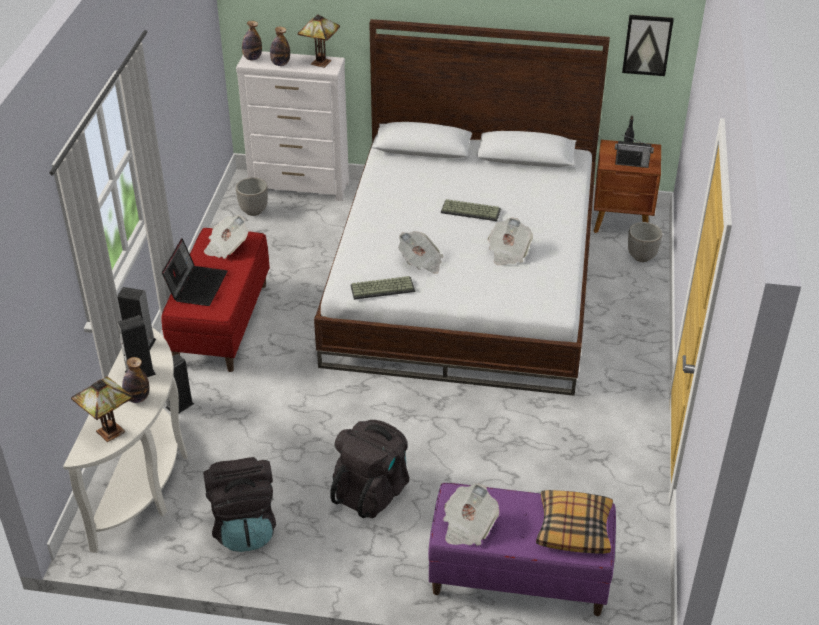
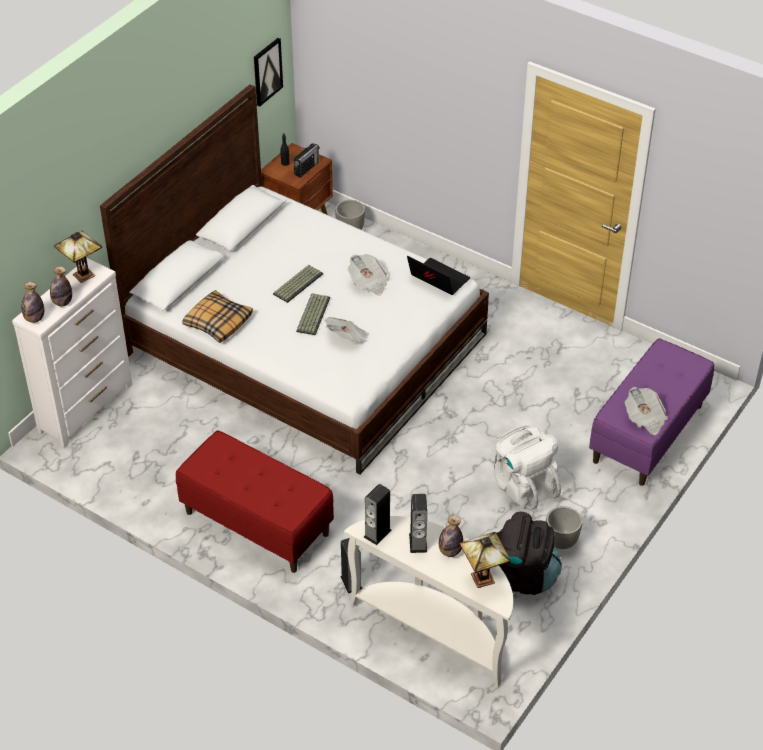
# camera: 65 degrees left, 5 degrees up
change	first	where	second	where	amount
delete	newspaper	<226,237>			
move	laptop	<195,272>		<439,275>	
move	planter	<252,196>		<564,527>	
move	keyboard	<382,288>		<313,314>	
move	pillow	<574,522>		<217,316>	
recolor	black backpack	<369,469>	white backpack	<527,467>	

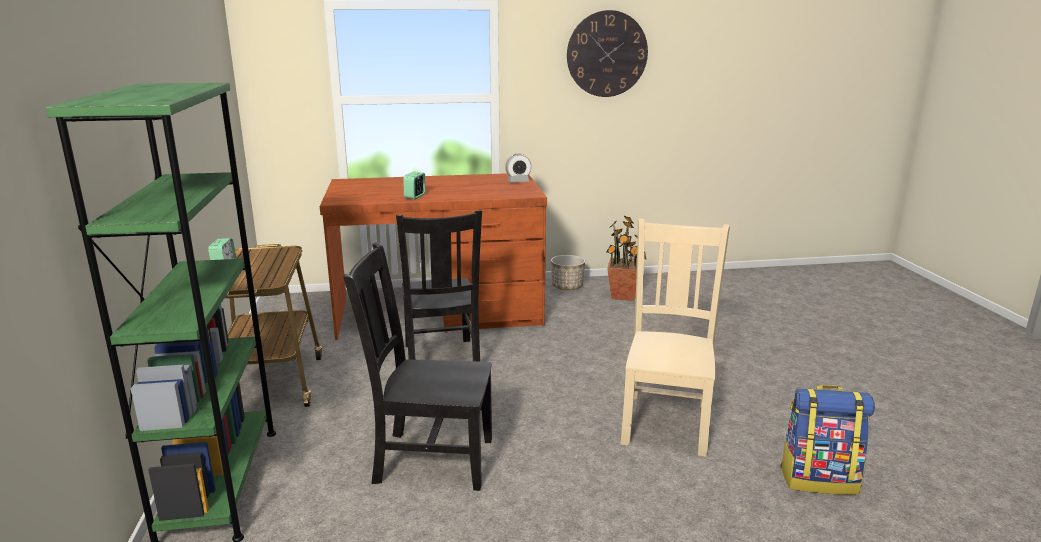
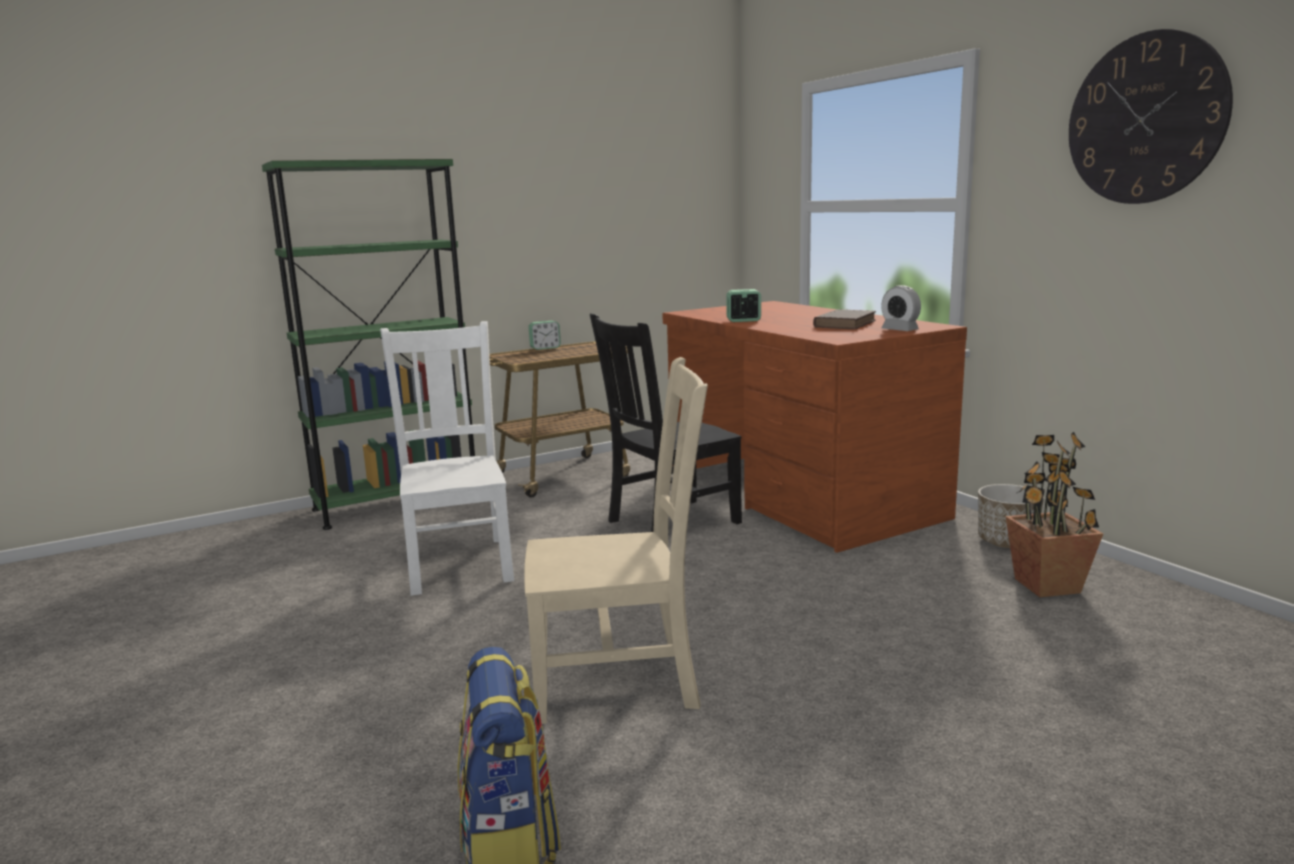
# camera: 70 degrees right, 5 degrees down
change	first	where	second	where	amount
insert			brown book	<844,319>	
recolor	black chair	<417,366>	white chair	<447,458>	

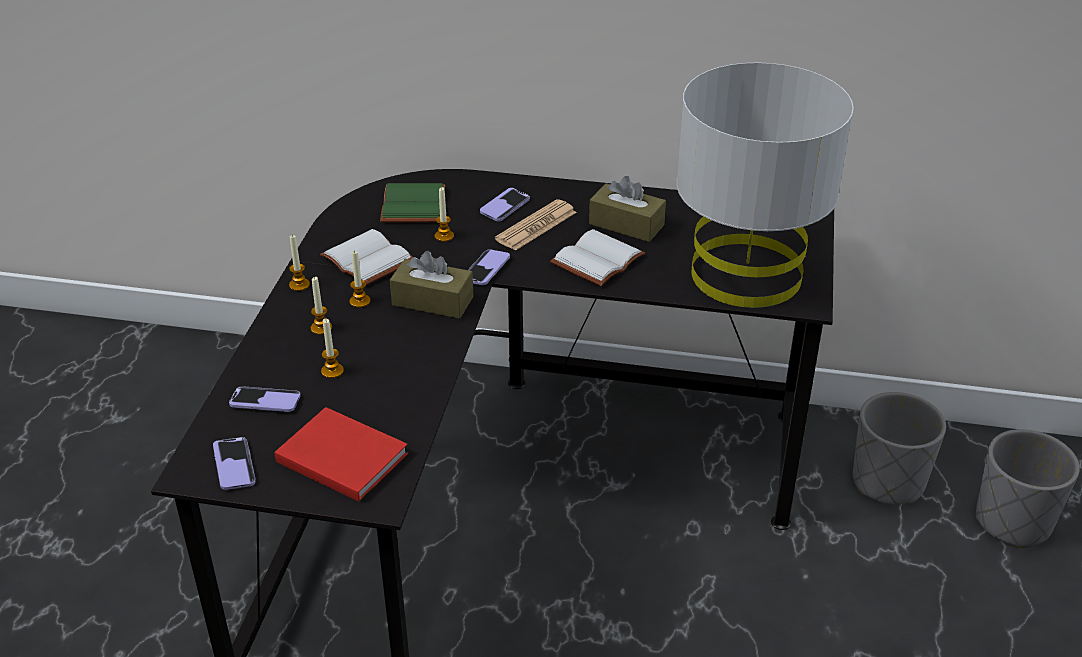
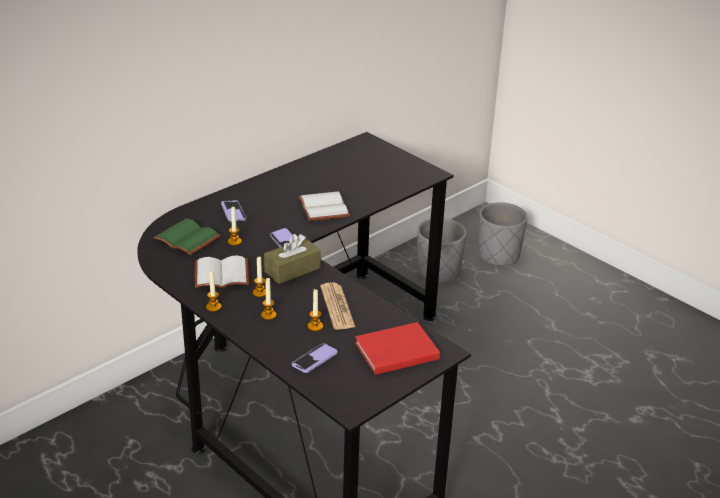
# camera: 55 degrees left, 5 degrees down
change	first	where	second	where	amount
delete	phone	<234,463>			
delete	brown tissue box	<627,209>			
delete	grey table lamp	<765,185>			
move	newspaper	<536,225>		<337,306>	

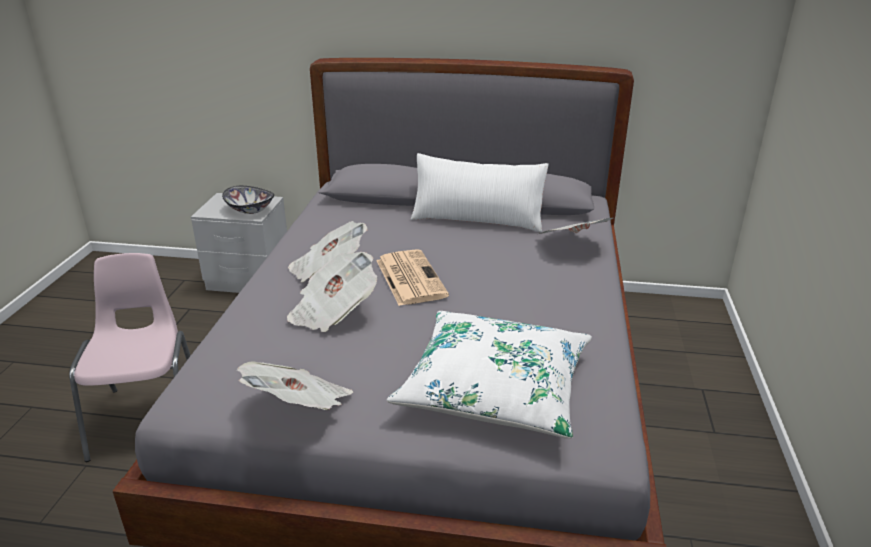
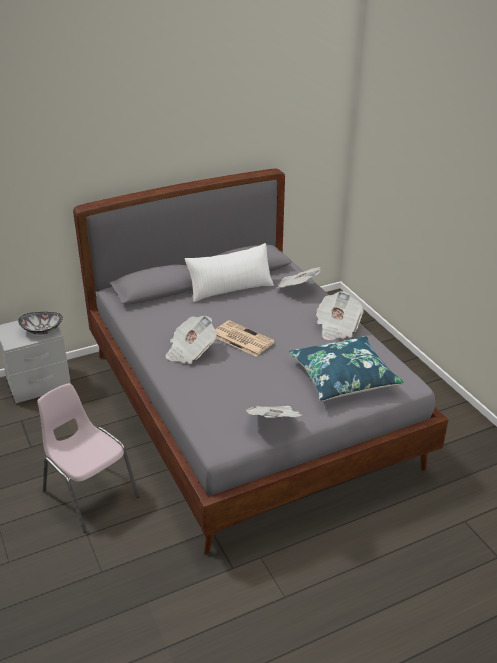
# camera: 35 degrees left, 5 degrees up
change	first	where	second	where	amount
move	newspaper	<332,292>		<340,315>	
recolor	white pillow	<489,375>	blue pillow	<346,368>	

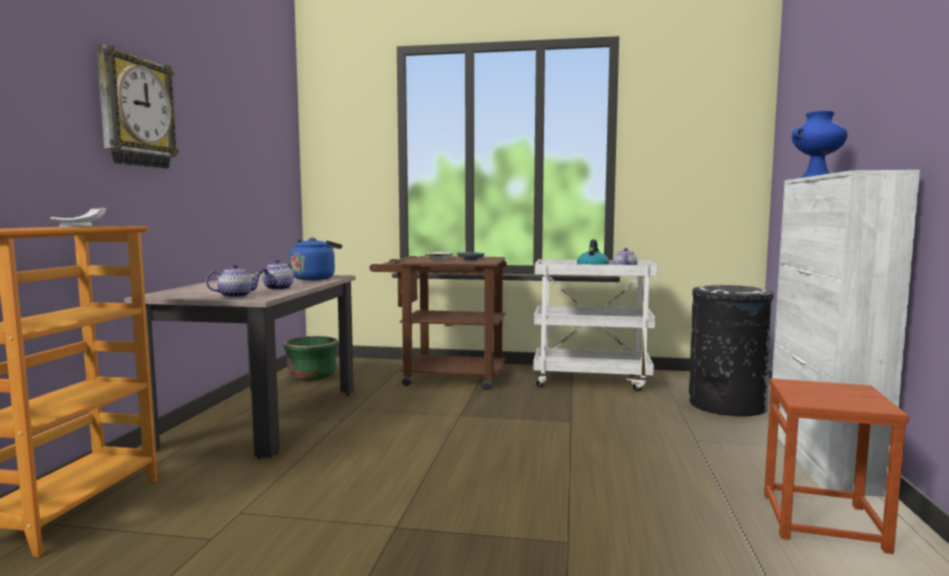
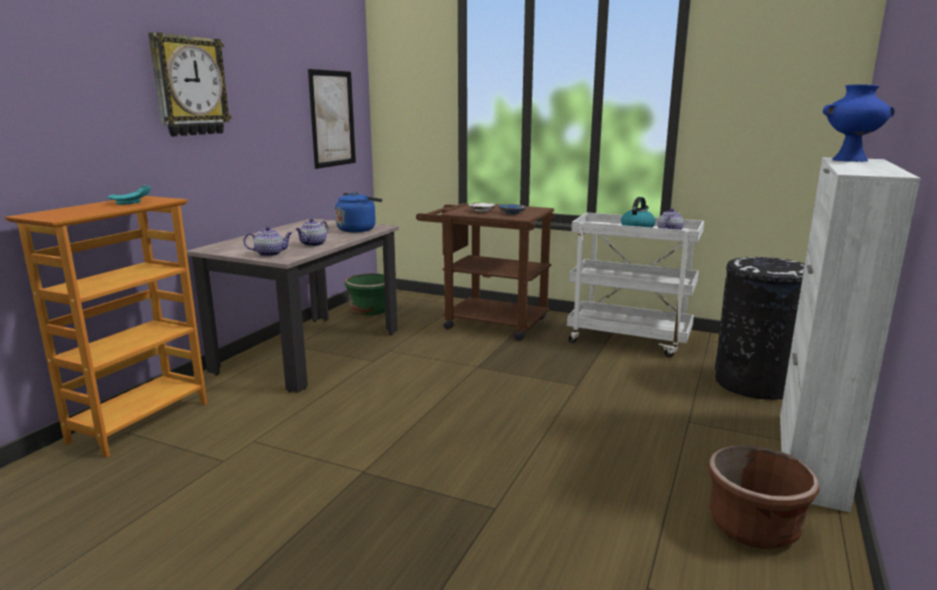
# camera: 15 degrees right, 10 degrees up
change	first	where	second	where	amount
insert			picture	<332,119>	
replace	brown stool	<836,466>	brown planter	<763,497>	
recolor	white plate	<78,217>	turquoise plate	<129,195>	

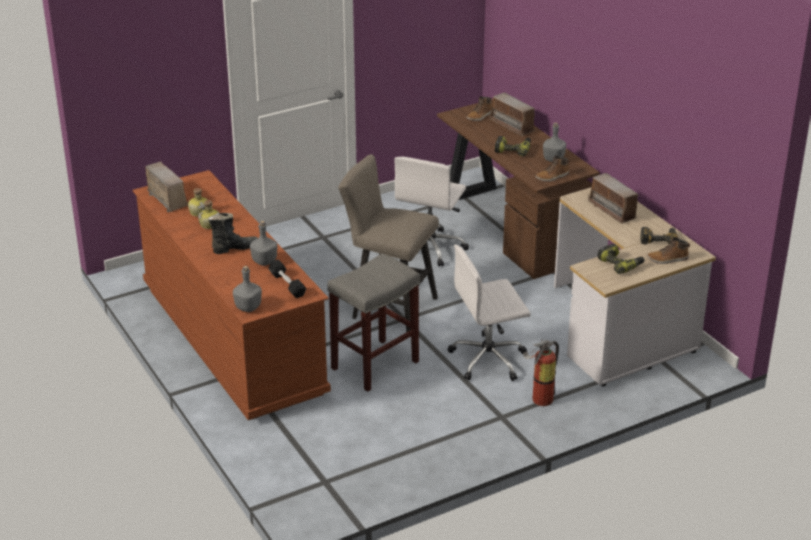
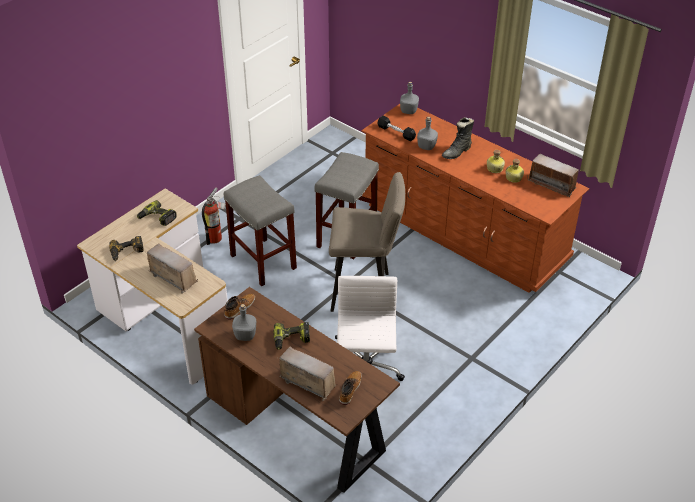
# camera: 160 degrees right, 10 degrees up
change	first	where	second	where	amount
delete	boot	<668,250>			
replace	white office chair	<489,313>	grey stool	<260,230>	

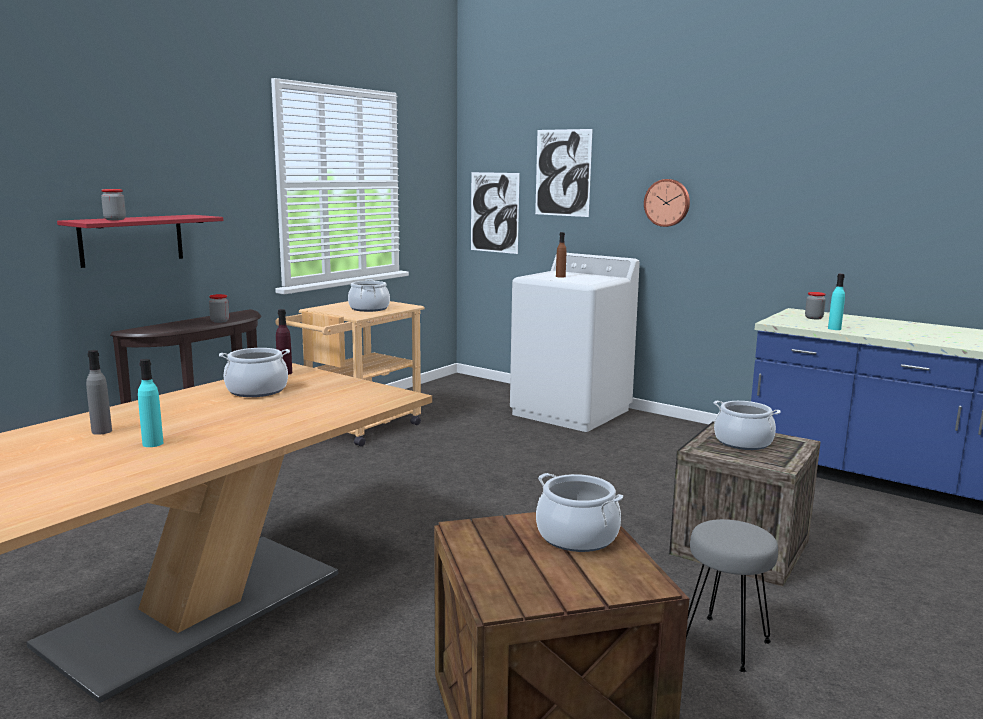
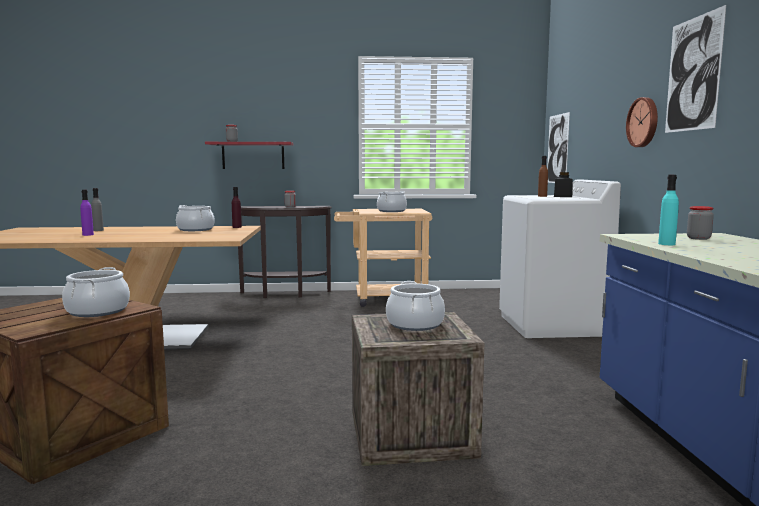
# camera: 50 degrees right, 5 degrees down
change	first	where	second	where	amount
delete	grey stool	<732,595>			
insert			black jar	<563,184>	
move	picture	<564,173>		<695,69>	
recolor	turquoise bottle	<150,403>	purple bottle	<87,213>	

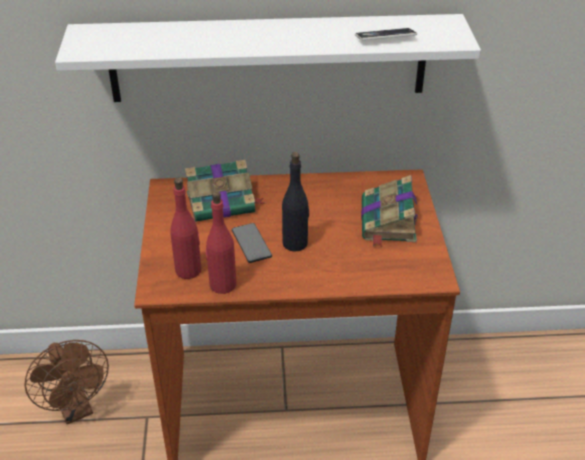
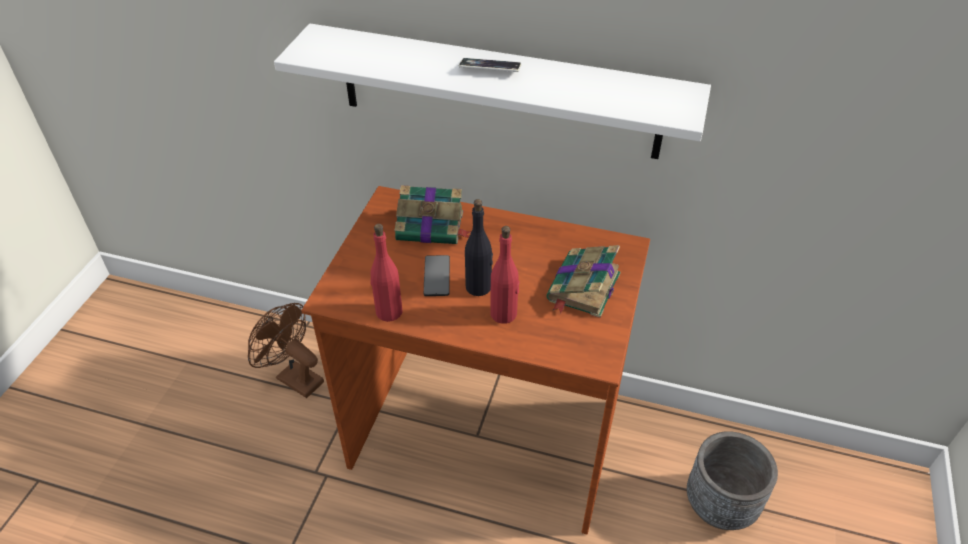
# camera: 20 degrees right, 5 degrees up
change	first	where	second	where	amount
insert			grey planter	<732,480>	
move	red bottle	<185,228>		<505,275>	
move	phone	<386,34>		<490,65>	
rotate	brown fan	<66,382>		<286,350>	135 degrees clockwise

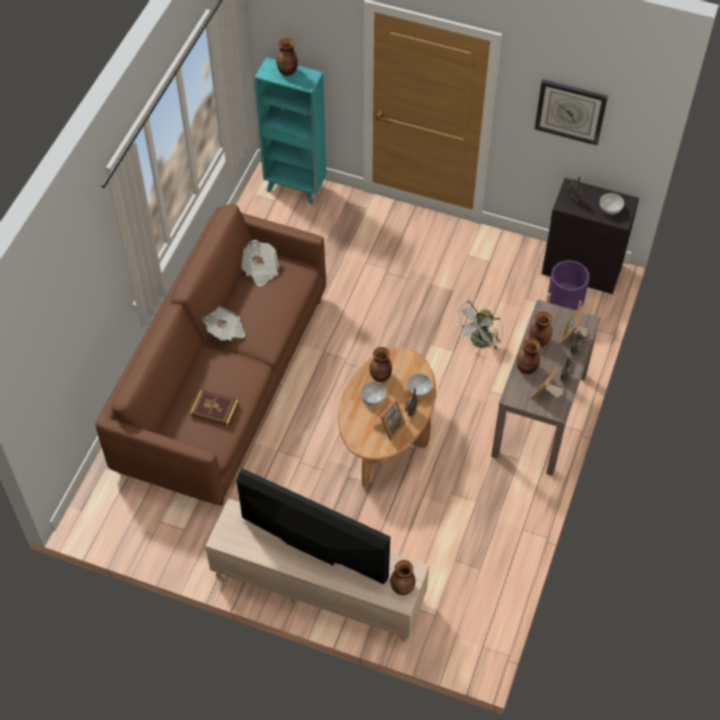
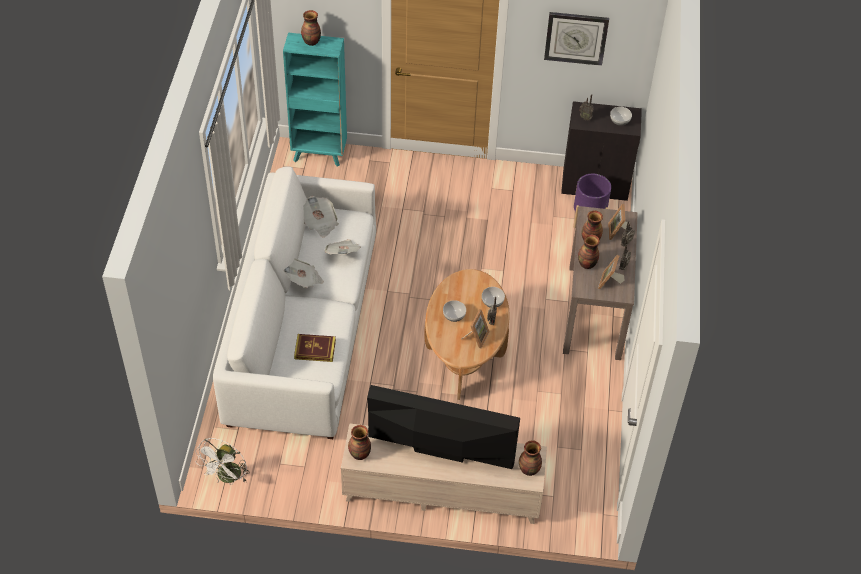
# camera: 15 degrees left, 5 degrees down
change	first	where	second	where	amount
insert			newspaper	<342,247>	
move	vase	<380,364>		<359,442>	
move	white fan	<478,325>		<222,461>	
recolor	brown sofa	<211,355>	white sofa	<294,302>	

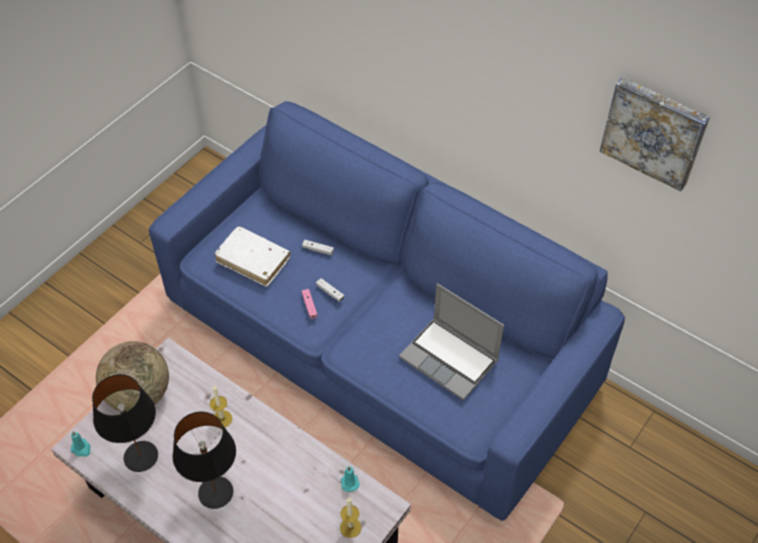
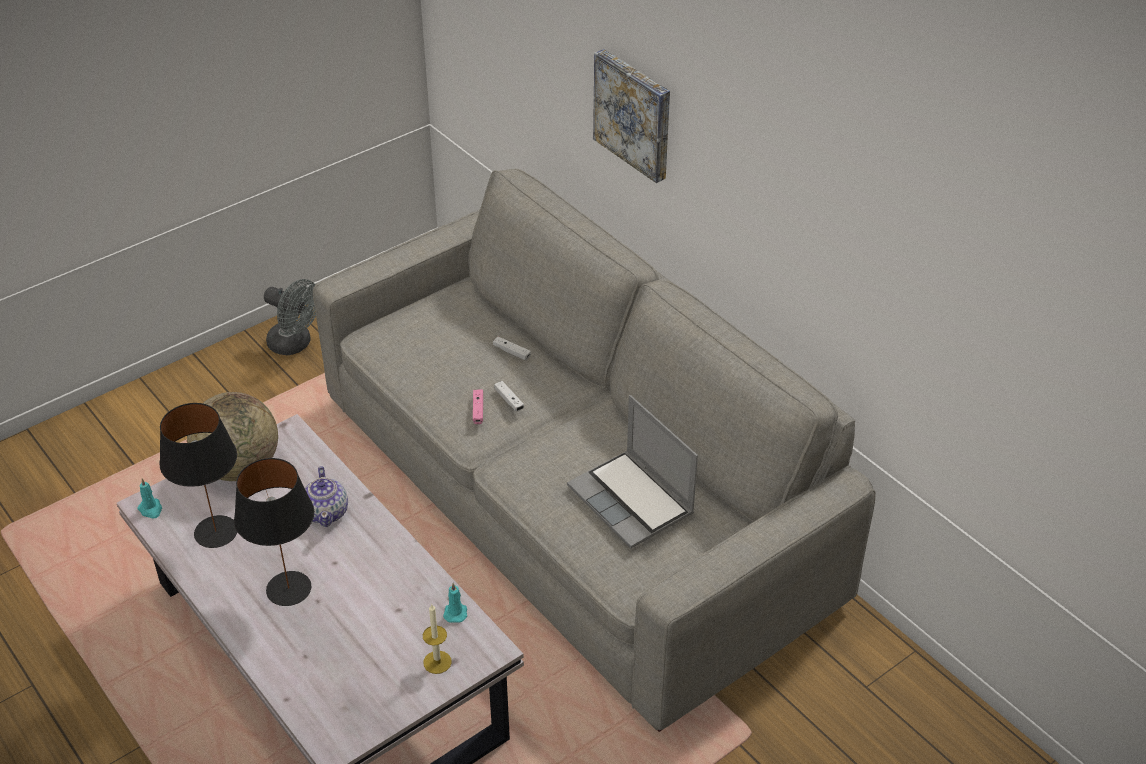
# camera: 15 degrees right, 10 degrees down
change	first	where	second	where	amount
delete	white book	<252,256>			
insert			grey fan	<290,317>	
move	picture	<655,134>		<631,116>	
replace	candle	<221,406>	teapot	<326,496>	
recolor	blue sofa	<387,311>	grey sofa	<594,450>	

